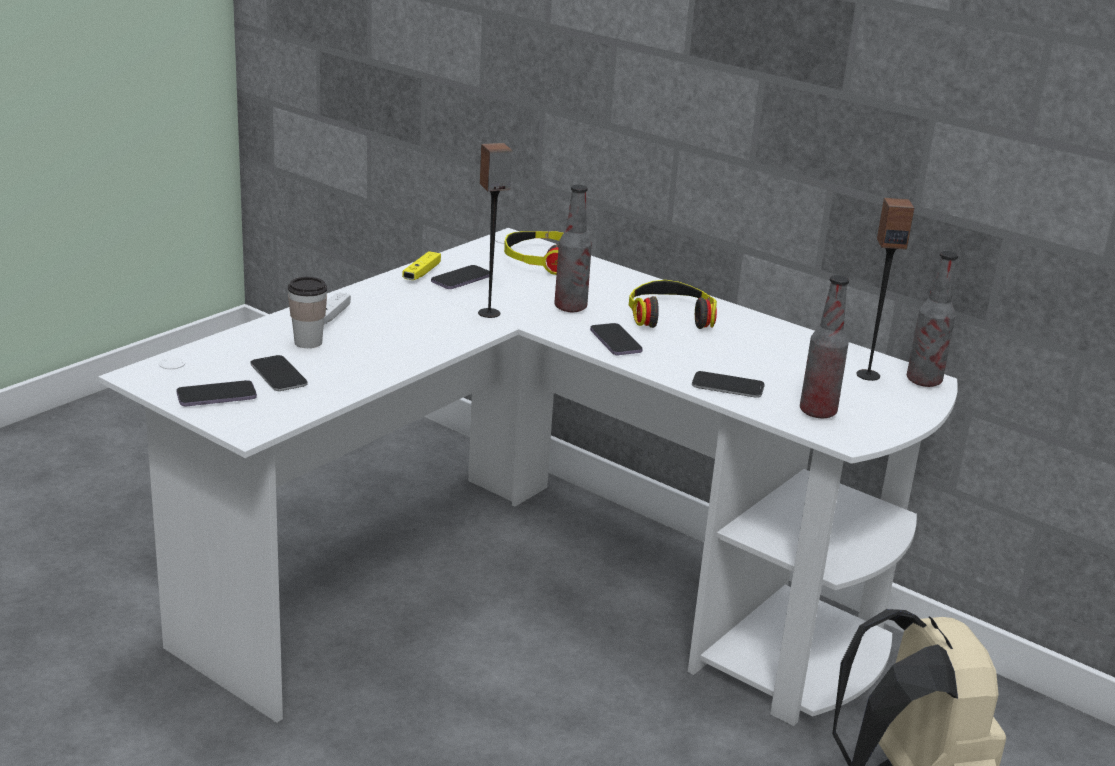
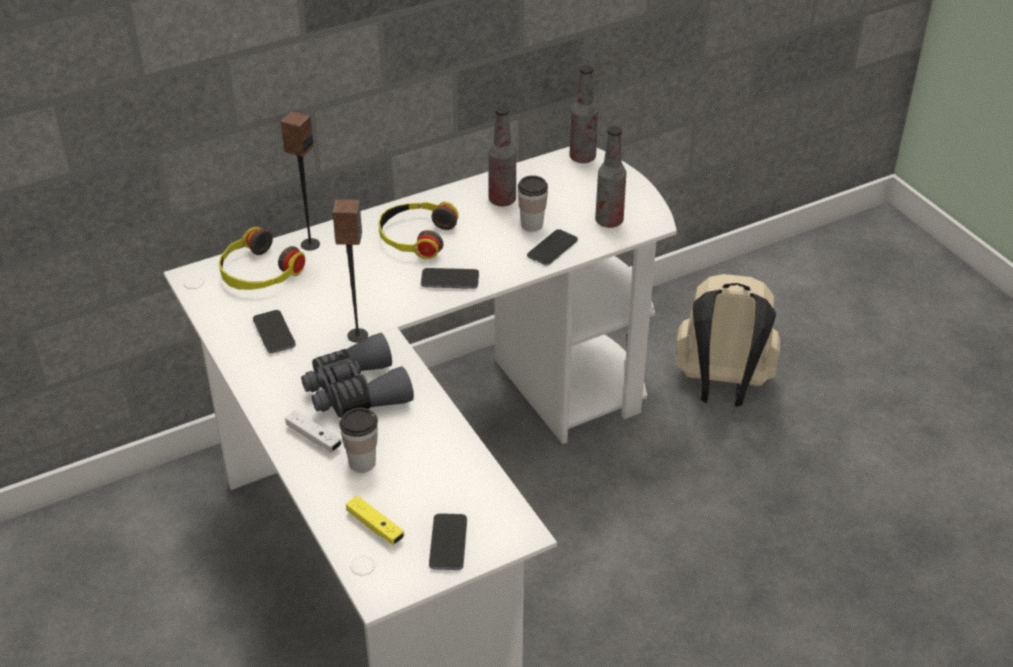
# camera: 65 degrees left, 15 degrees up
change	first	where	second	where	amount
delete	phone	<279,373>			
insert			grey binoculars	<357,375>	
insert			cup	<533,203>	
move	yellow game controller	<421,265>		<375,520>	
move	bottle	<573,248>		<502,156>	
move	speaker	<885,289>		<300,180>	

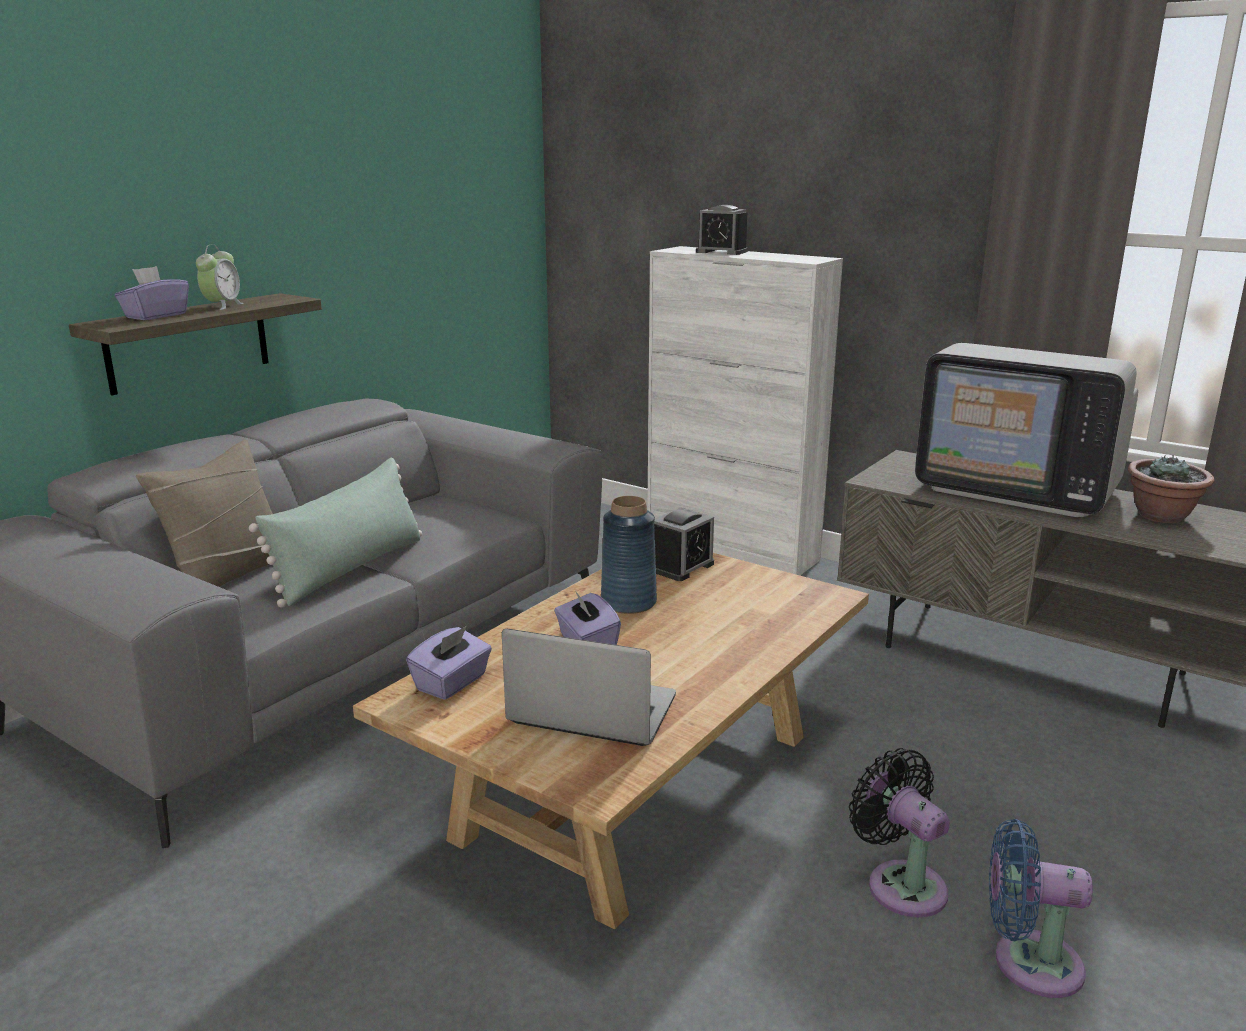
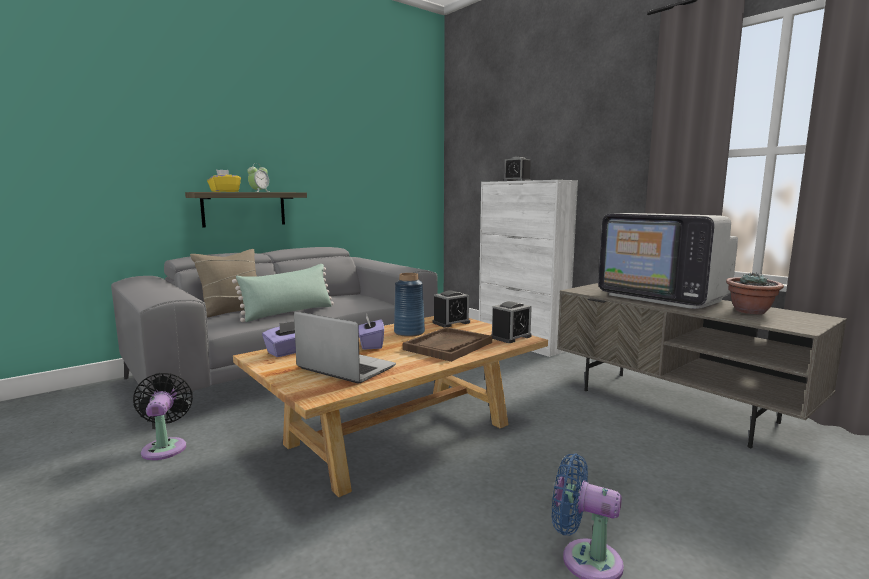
# camera: 15 degrees right, 10 degrees down
change	first	where	second	where	amount
insert			brown tray	<447,344>	
insert			alarm clock	<511,322>	
move	black fan	<899,833>		<163,416>	
recolor	purple tissue box	<152,293>	yellow tissue box	<224,181>	

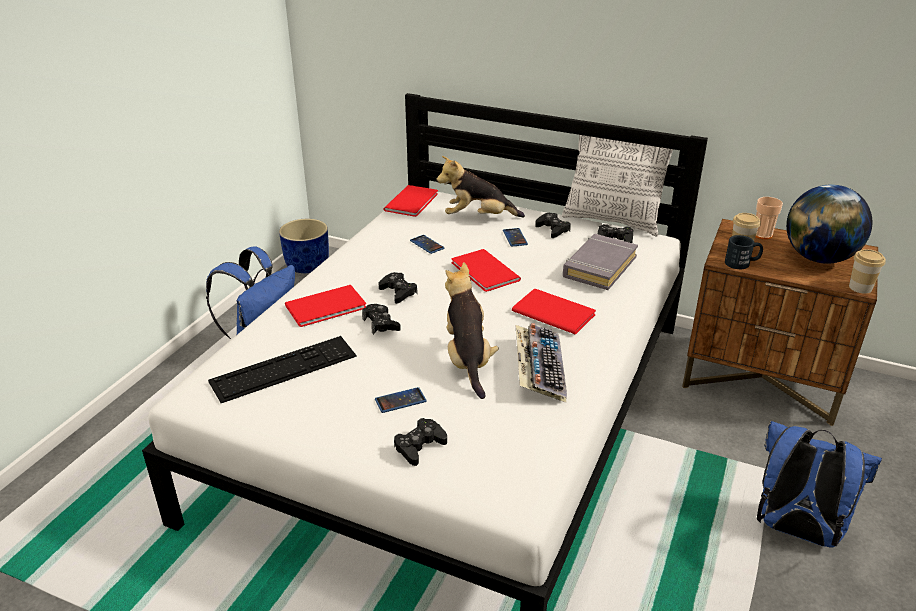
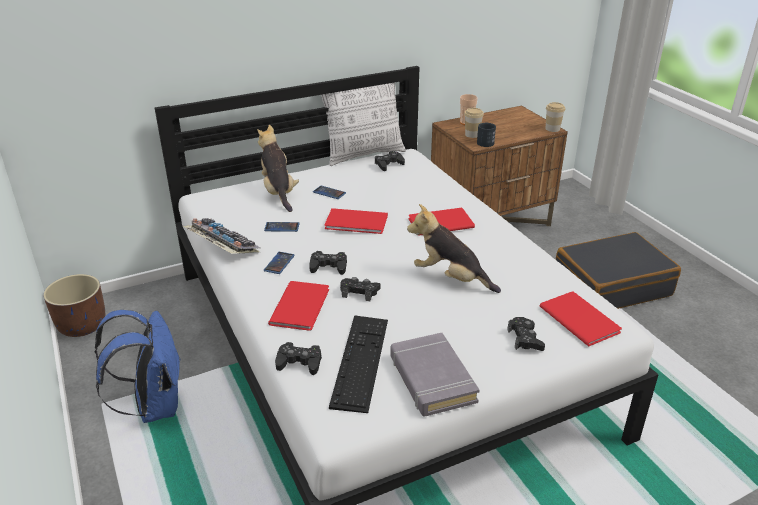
# camera: 50 degrees left, 0 degrees up
change	first	where	second	where	amount
delete	globe	<829,224>			
move	phone	<401,400>		<279,263>	
move	red book	<410,201>		<581,318>	
move	keyboard	<541,363>		<221,236>	
move	black game controller	<553,225>		<298,358>	
move	grey book	<600,262>		<435,375>	
replace	blue backpack	<819,484>	black suitcase	<618,270>	
recolor	blue planter	<304,246>	brown planter	<74,305>	
rotate	plush toy	<481,186>		<278,168>	120 degrees clockwise

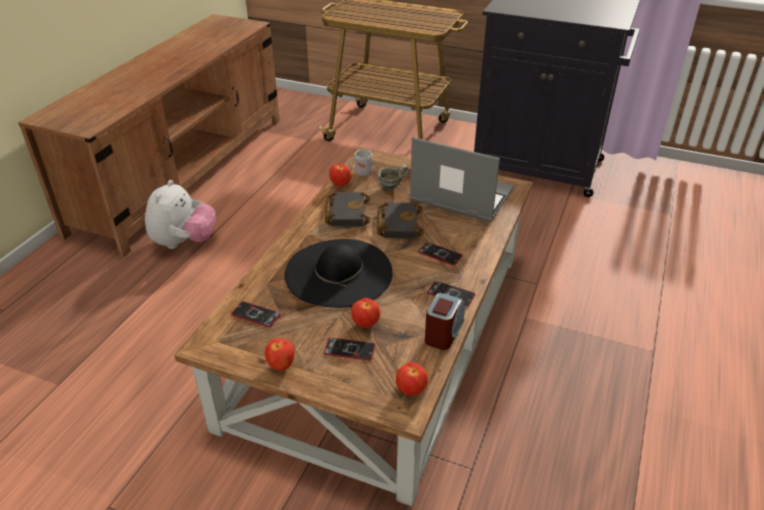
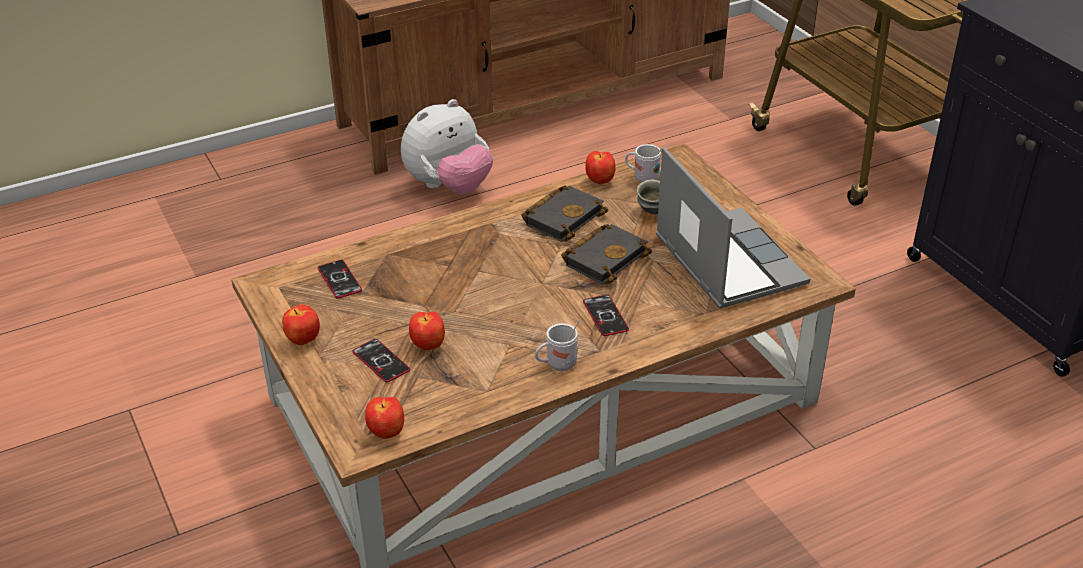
# camera: 40 degrees right, 0 degrees up
change	first	where	second	where	amount
delete	black hat	<339,273>			
delete	alarm clock	<445,321>			
replace	phone	<451,293>	white mug	<557,345>	

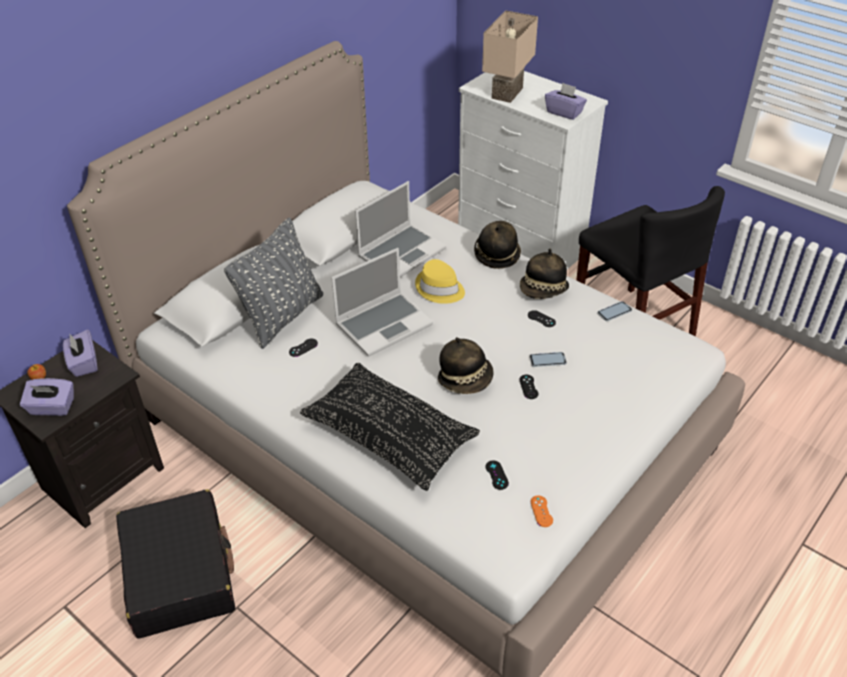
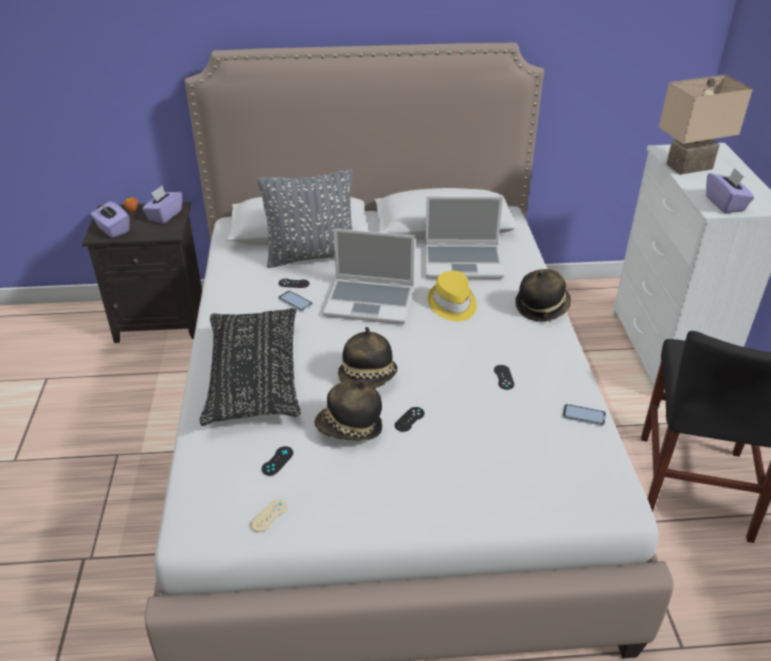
# camera: 45 degrees right, 5 degrees down
change	first	where	second	where	amount
delete	black suitcase	<175,564>			
move	hat	<544,274>		<348,410>	
move	phone	<548,359>		<295,301>	
recolor	orange game controller	<542,511>	beige game controller	<269,516>	

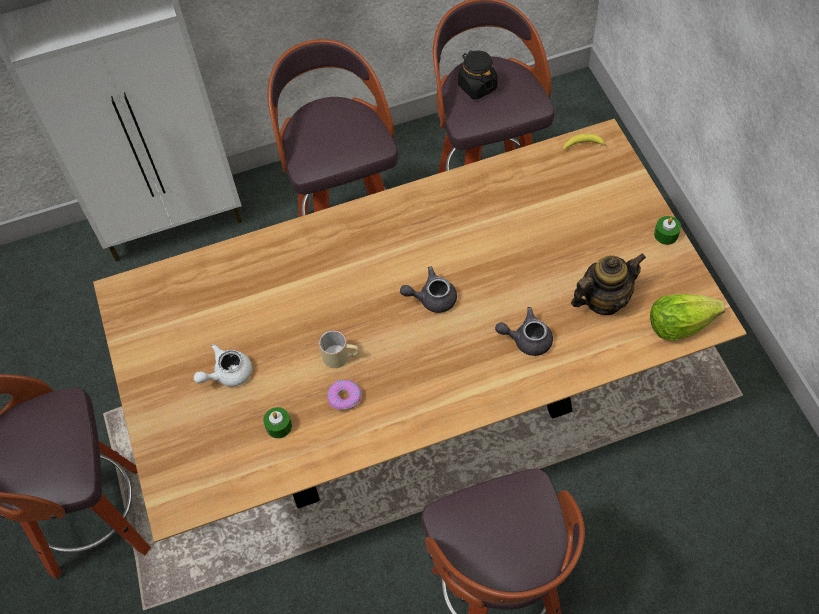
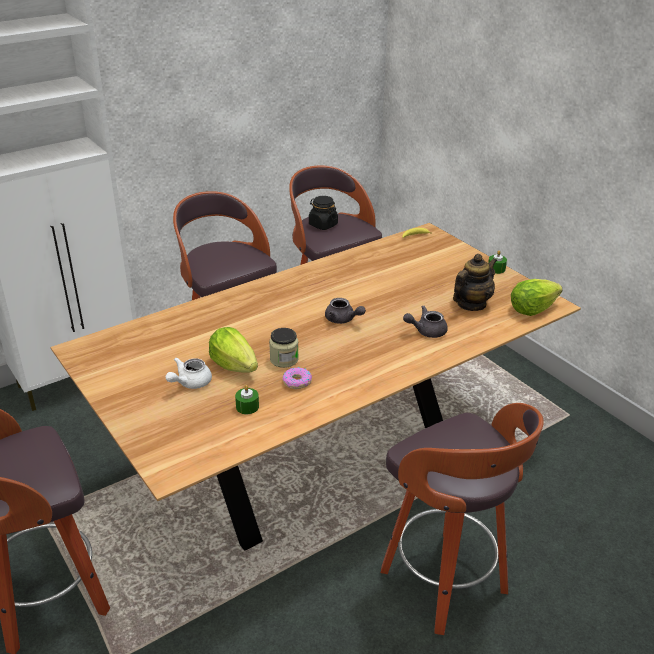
# camera: 20 degrees left, 25 degrees down
change	first	where	second	where	amount
insert			lettuce	<233,350>	
replace	beige mug	<339,349>	jar	<284,348>	
rotate	grey teapot	<428,290>		<345,311>	120 degrees counterclockwise

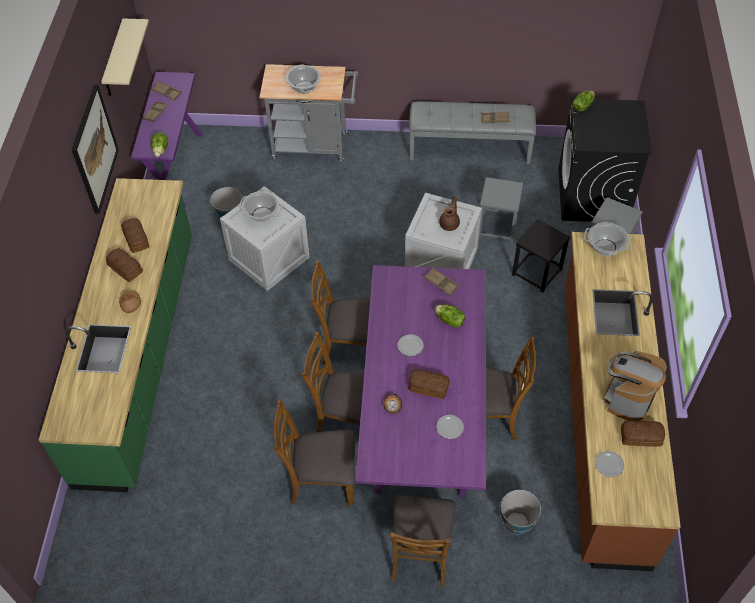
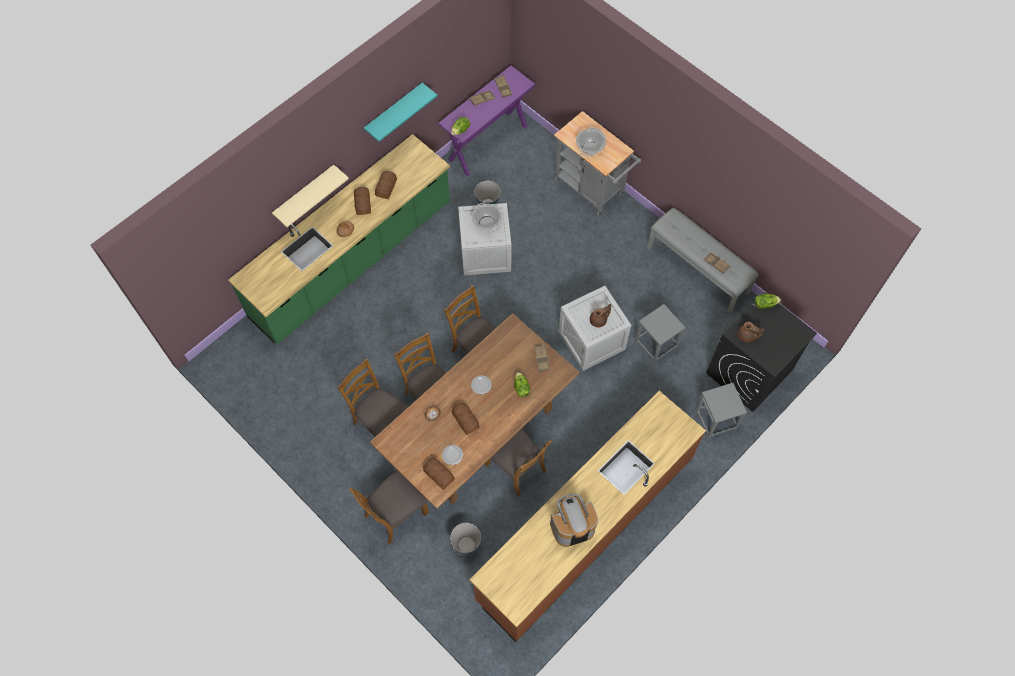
# camera: 40 degrees right, 10 degrees up
change	first	where	second	where	amount
delete	black stool	<541,255>			
delete	cooking pot	<608,239>			
delete	plate	<609,464>			
insert			brown teapot	<751,332>	
move	beige shelf	<125,57>		<310,196>	
move	bread	<643,433>		<439,474>	
replace	picture	<95,149>	turquoise shelf	<400,112>	
recolor	purple dining table	<420,381>	brown dining table	<474,411>	

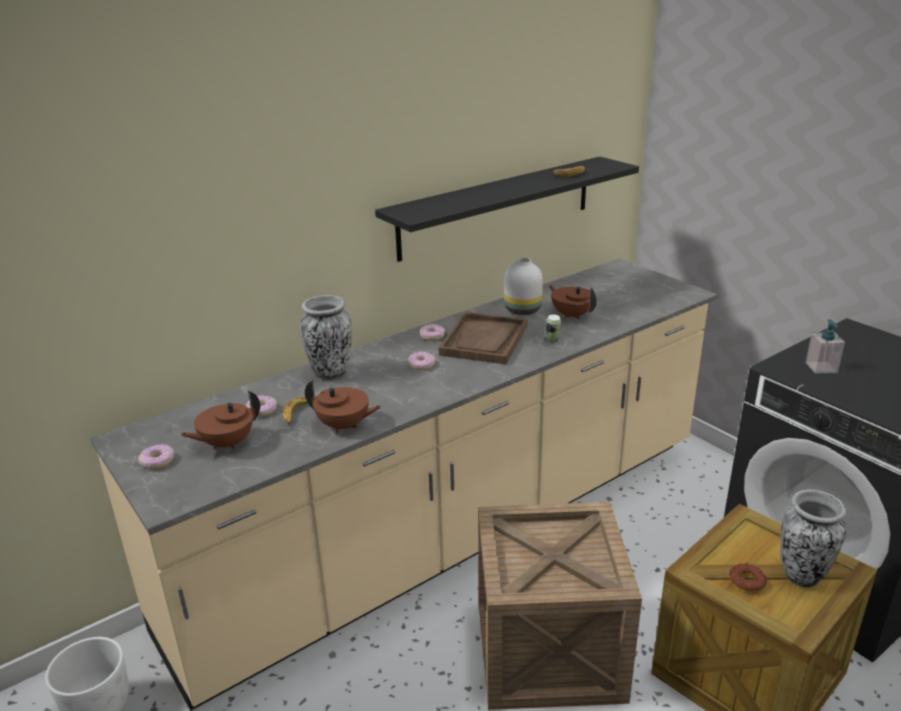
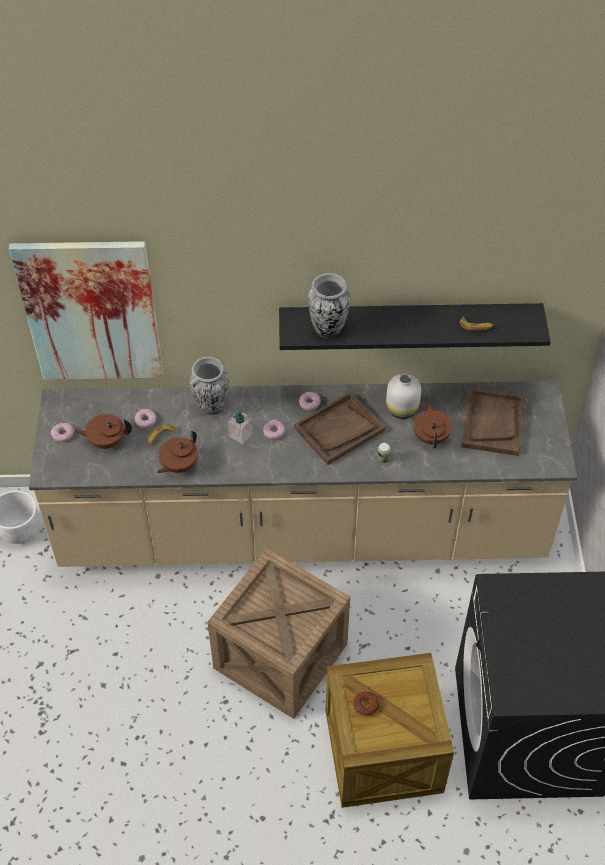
# camera: 35 degrees right, 25 degrees up
change	first	where	second	where	amount
insert			picture	<86,310>	
insert			brown tray	<493,422>	
move	vase	<813,539>		<329,305>	
move	soap dispenser	<825,346>		<240,427>	
rotate	brown teapot	<343,407>		<177,452>	75 degrees clockwise

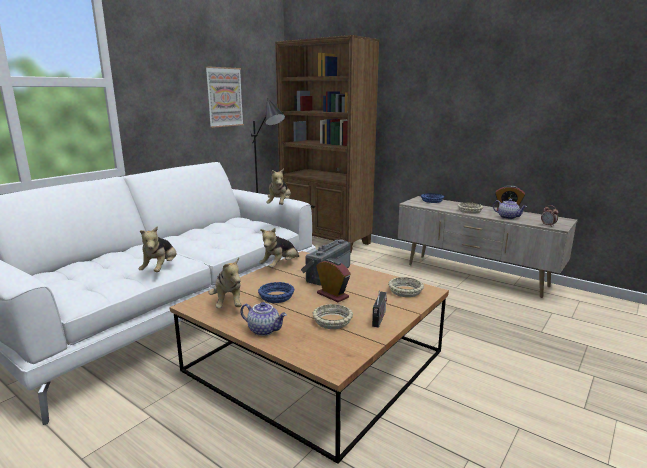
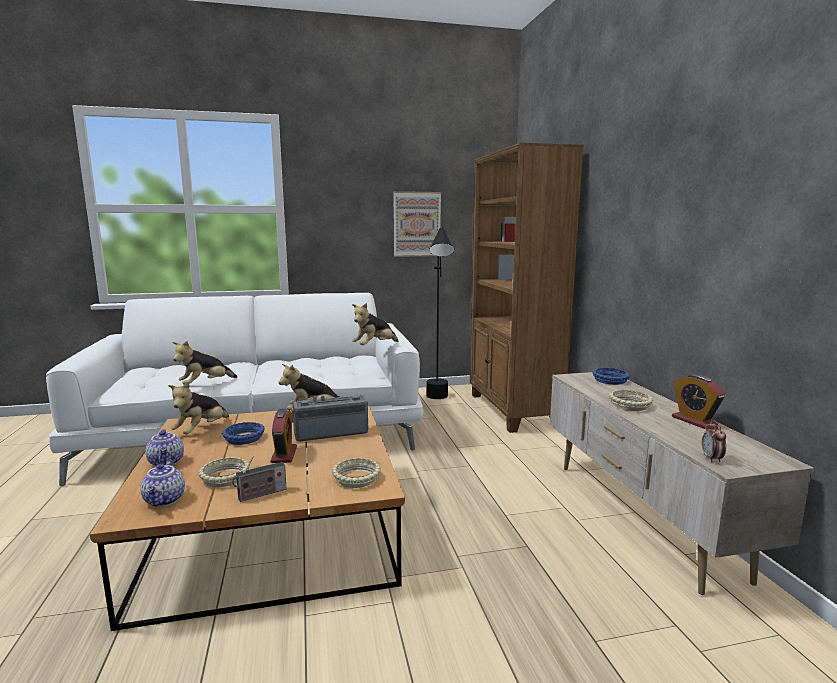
# camera: 40 degrees right, 5 degrees down
change	first	where	second	where	amount
move	teapot	<510,209>		<162,483>	

